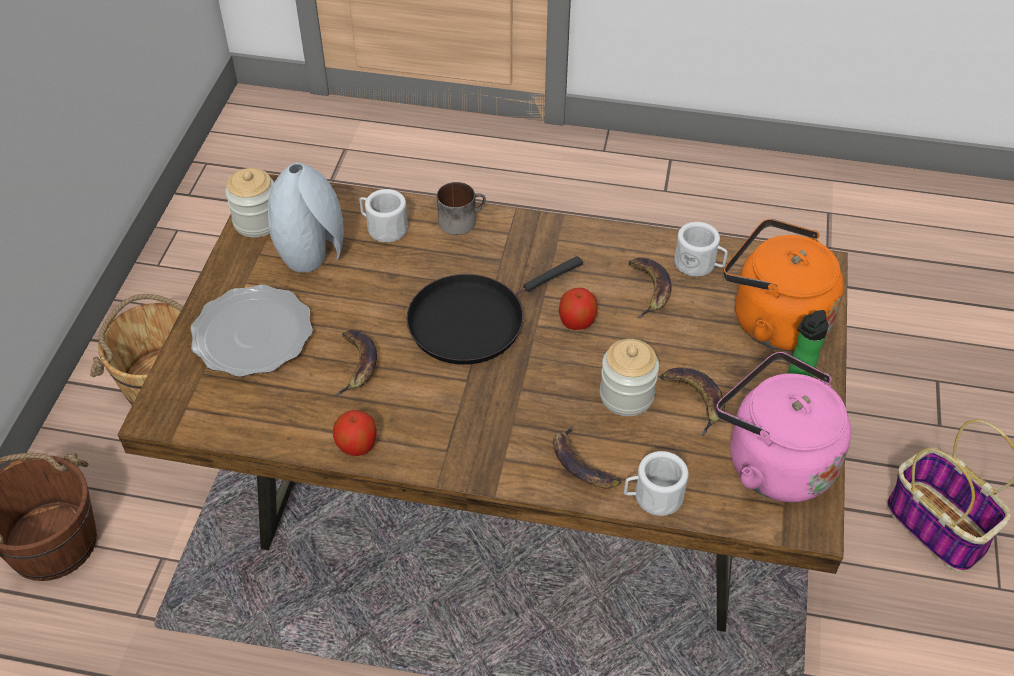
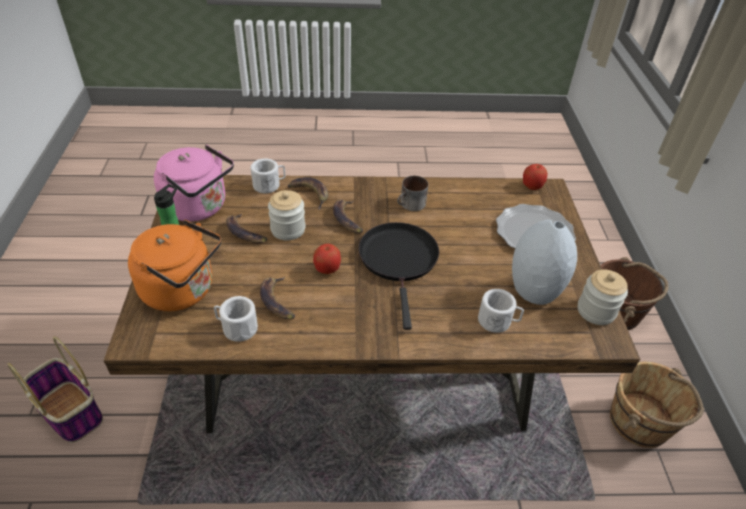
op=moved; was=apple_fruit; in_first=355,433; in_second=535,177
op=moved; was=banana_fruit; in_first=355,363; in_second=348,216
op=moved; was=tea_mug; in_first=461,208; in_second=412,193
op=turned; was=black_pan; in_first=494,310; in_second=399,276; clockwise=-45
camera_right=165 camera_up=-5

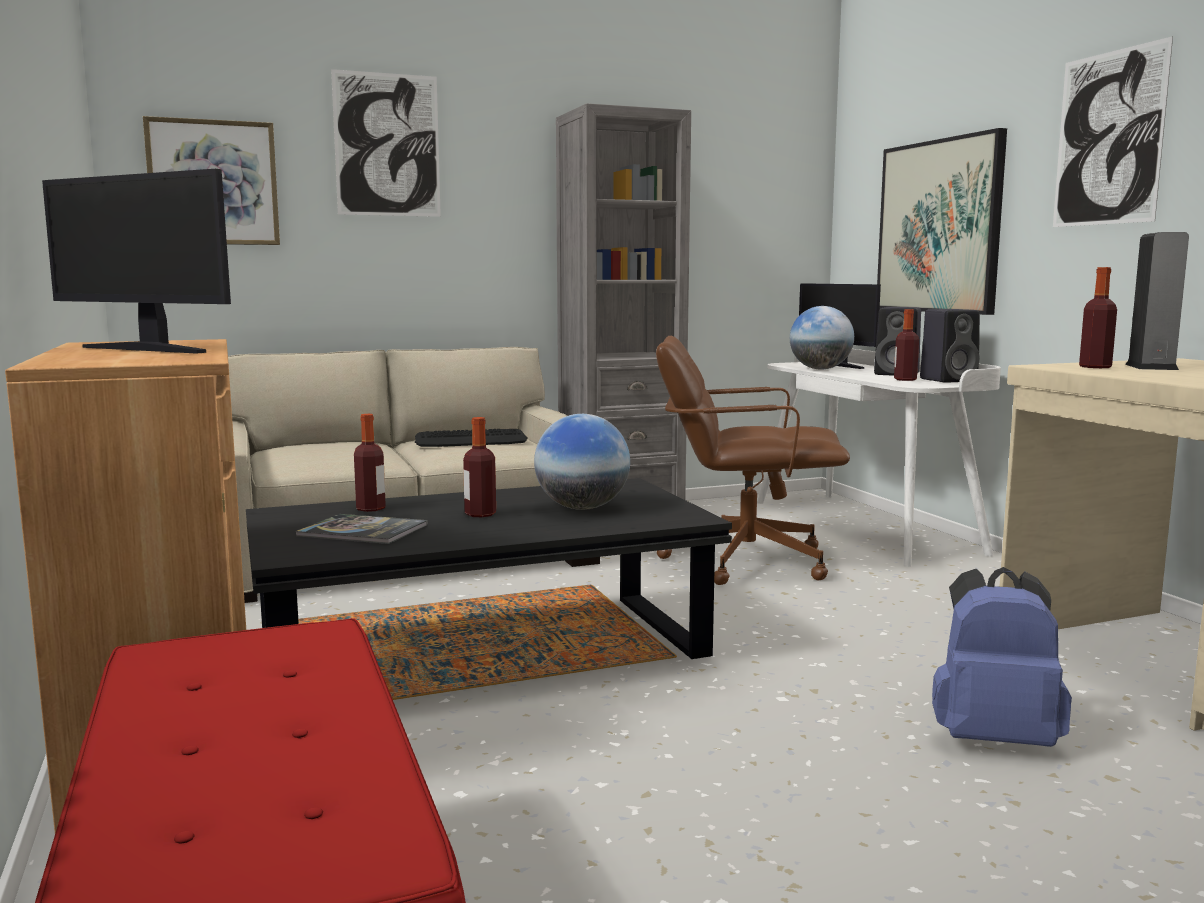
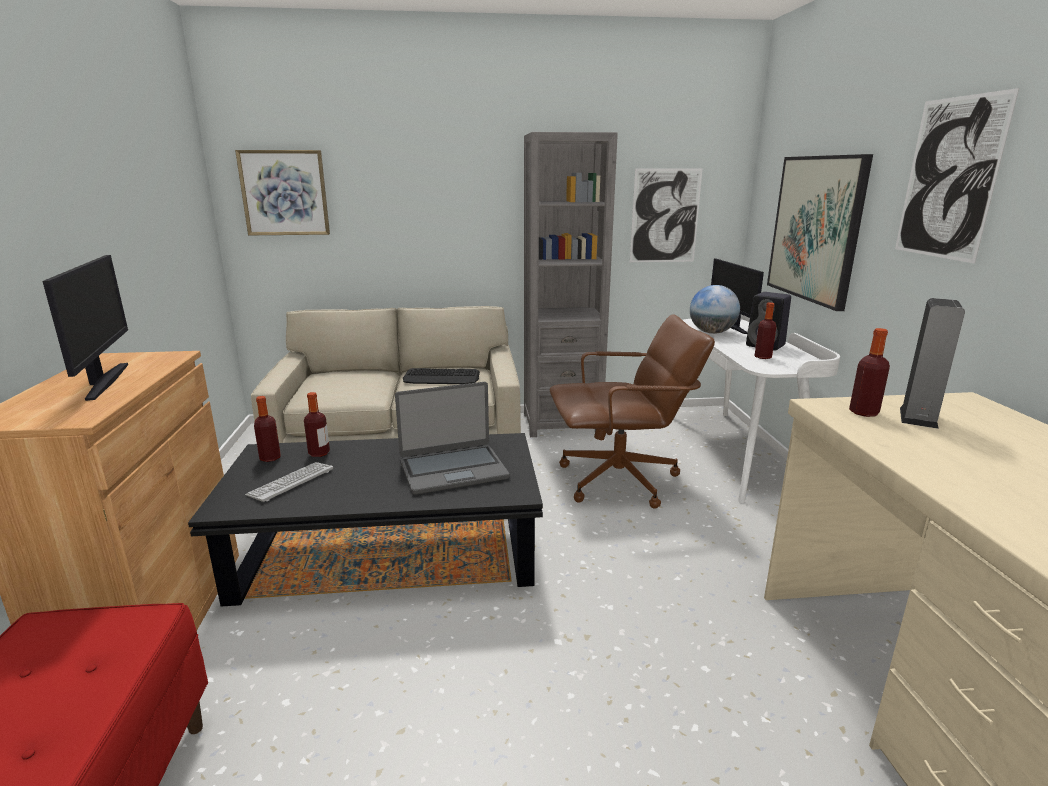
op=removed; was=black_loudspeaker; in_first=950,346
op=removed; was=bluish_backpack; in_first=1002,657
op=moved; was=wall_picture; in_first=386,143; in_second=666,215
op=moved; was=bottle; in_first=479,467; in_second=267,429
op=replaced; was=book; now=PC_keyboard; in_first=362,529; in_second=289,482
op=replaced; was=world_globe; now=portable_computer; in_first=582,462; in_second=452,438
op=turned; was=computer_display; in_first=136,261; in_second=85,328; clockwise=-150
op=turned; was=brownish_desk_chair; in_first=753,460; in_second=632,411; clockwise=150
camera_right=15 camera_up=10

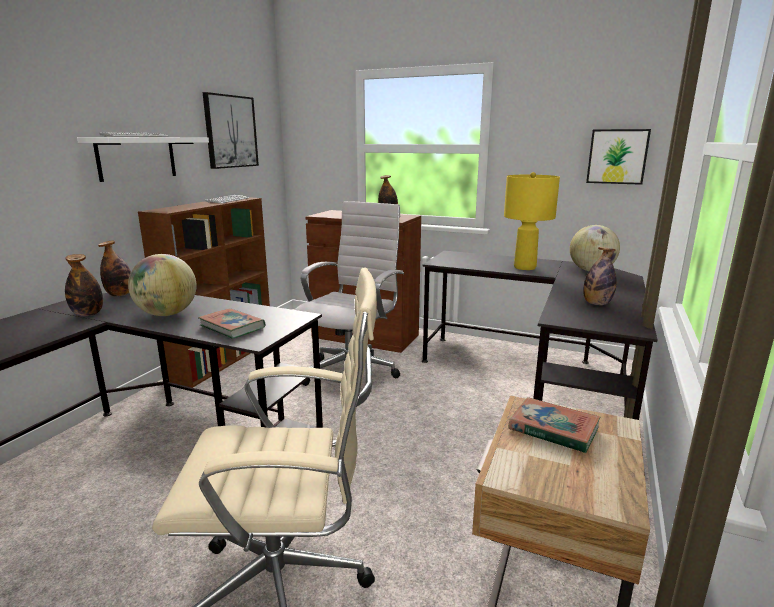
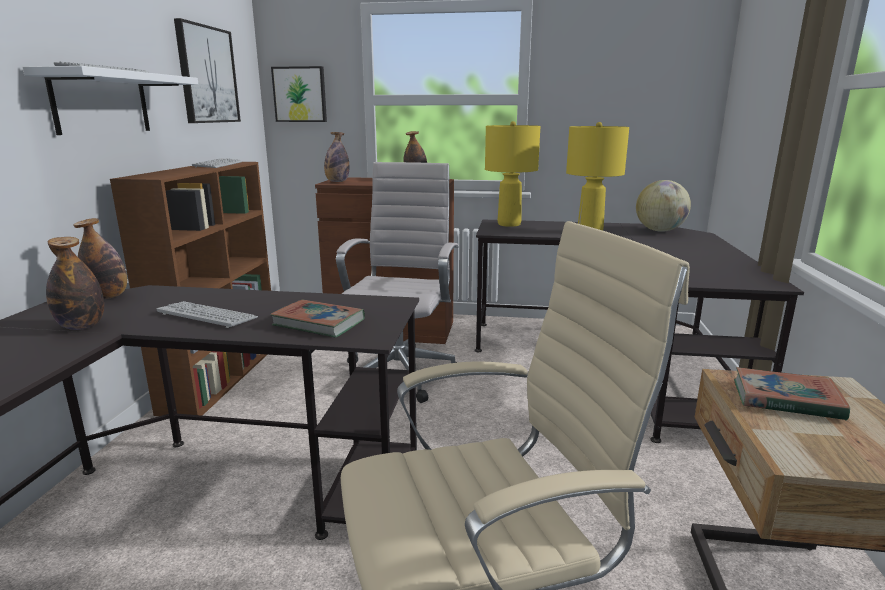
op=added; now=yellow_table_lamp; in_second=513,174
op=moved; was=bottle; in_first=600,276; in_second=336,157
op=moved; was=wall_picture; in_first=618,157; in_second=299,94
op=replaced; was=world_globe; now=PC_keyboard; in_first=162,285; in_second=207,314
camera_right=-15 camera_up=0

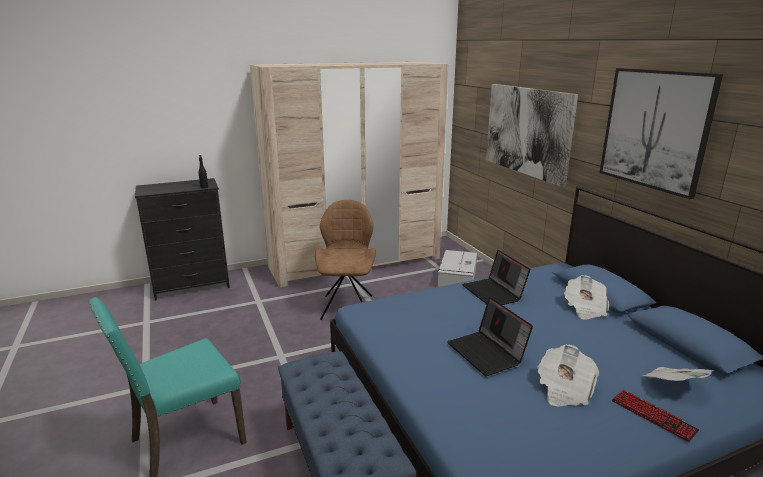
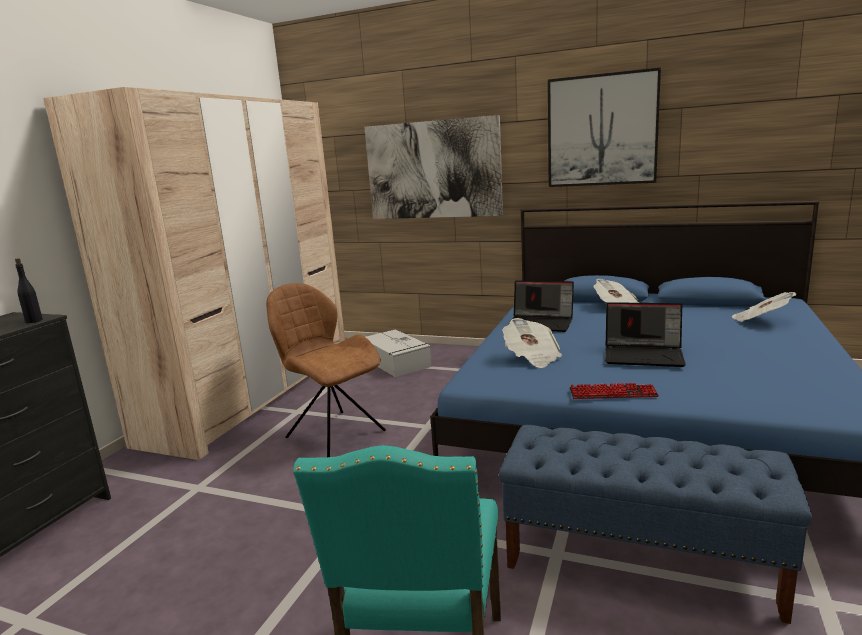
op=moved; was=newspaper; in_first=568,375; in_second=532,343
op=moved; was=PC_keyboard; in_first=655,415; in_second=614,391
camera_right=-45 camera_up=-5

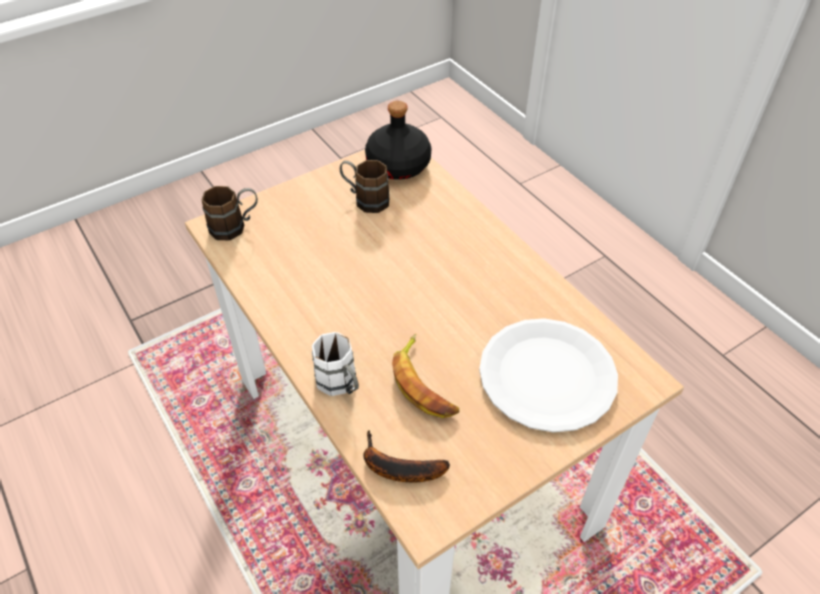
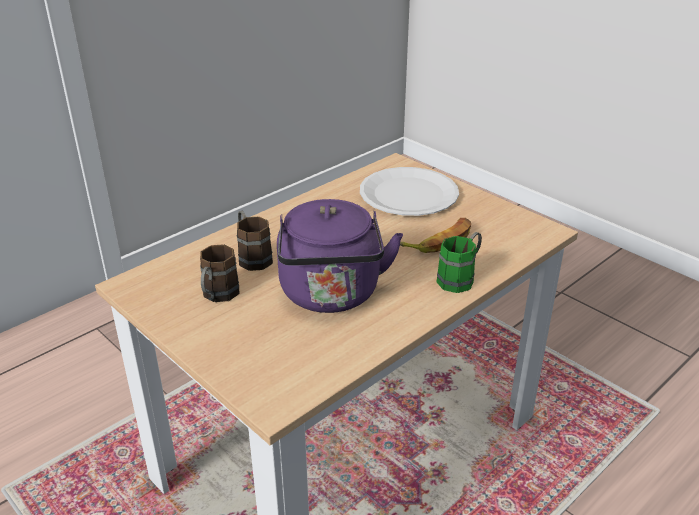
op=removed; was=banana_fruit; in_first=407,456
op=removed; was=black_bottle; in_first=398,140
op=added; now=purple-coloured_water_kettle; in_second=340,256
op=moved; was=brownish_tea_mug; in_first=230,213; in_second=255,241
op=recoloured; was=whitish_tea_mug; now=greenish_tea_mug; in_first=335,364; in_second=459,262
camera_right=-100 camera_up=-15

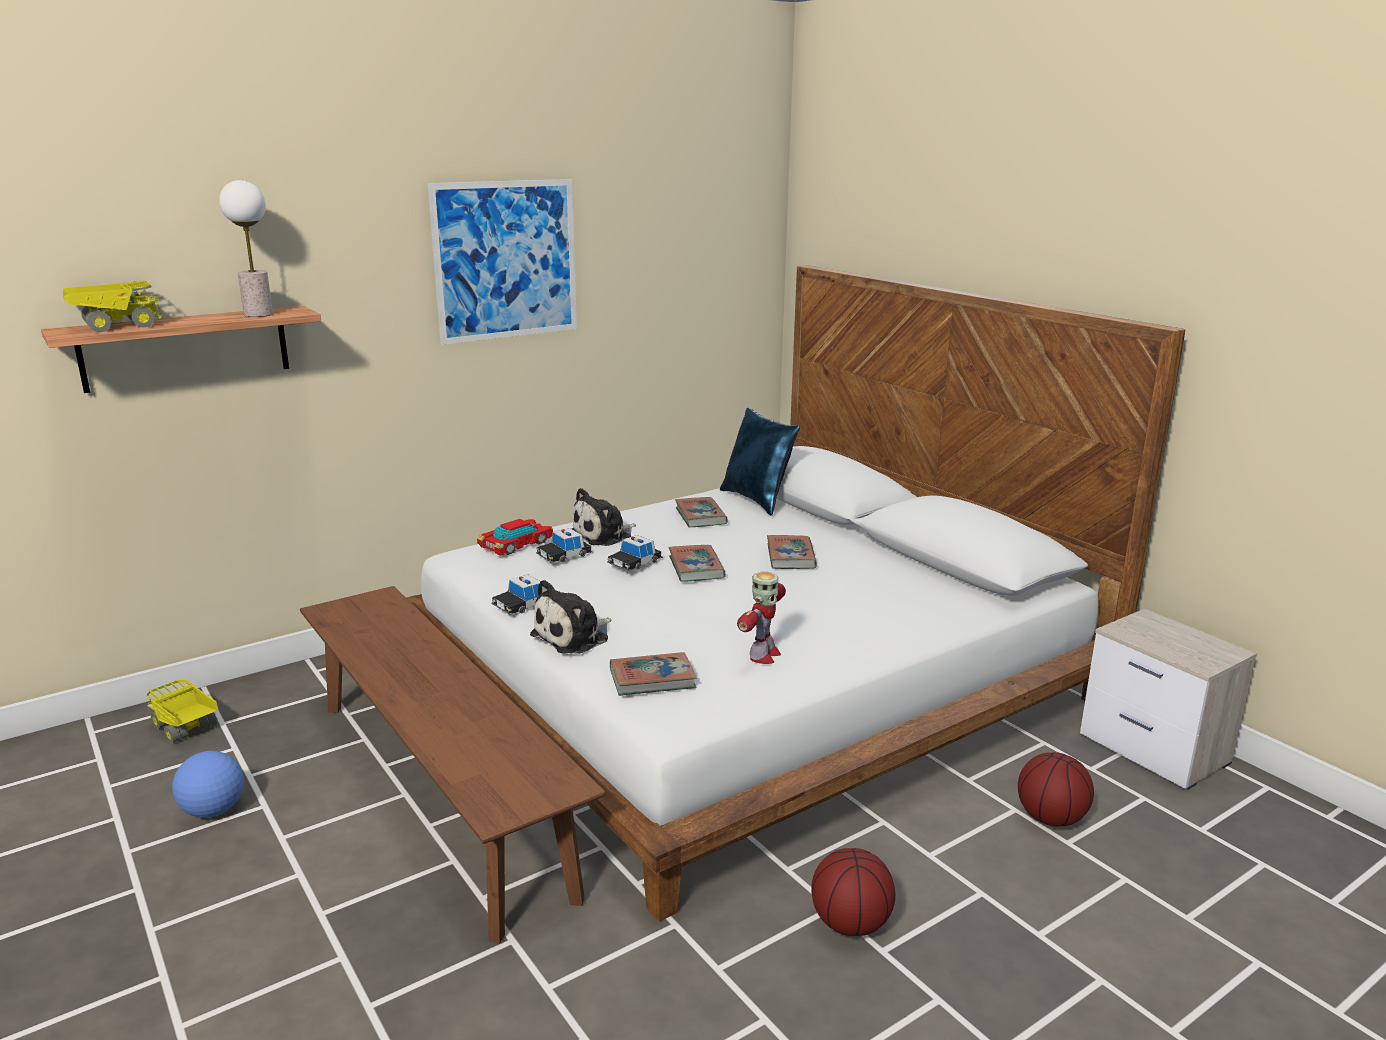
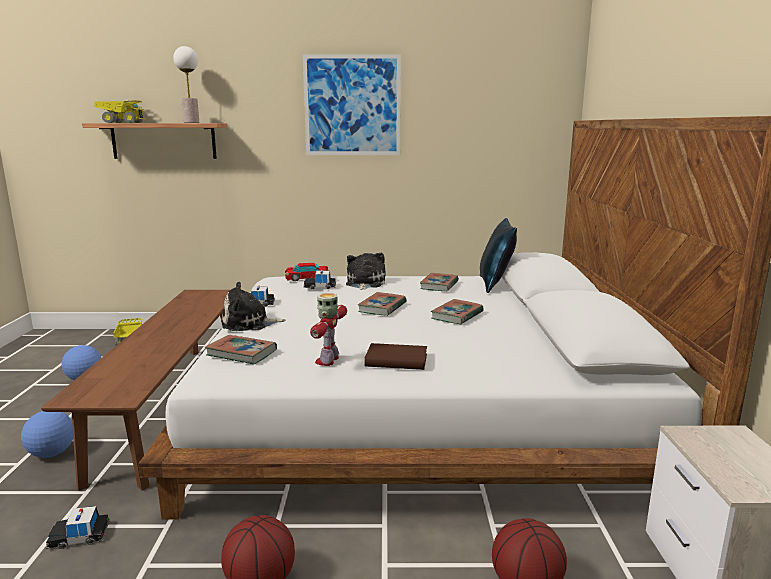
op=added; now=football_ball; in_second=47,434
op=added; now=brownish_book; in_second=395,356
op=moved; was=miniature_car; in_first=635,553; in_second=78,527
op=turned; was=plush_toy; in_first=604,517; in_second=366,271; clockwise=105
op=turned; was=model_robot; in_first=761,618; in_second=328,329; clockwise=135
camera_right=35 camera_up=-5

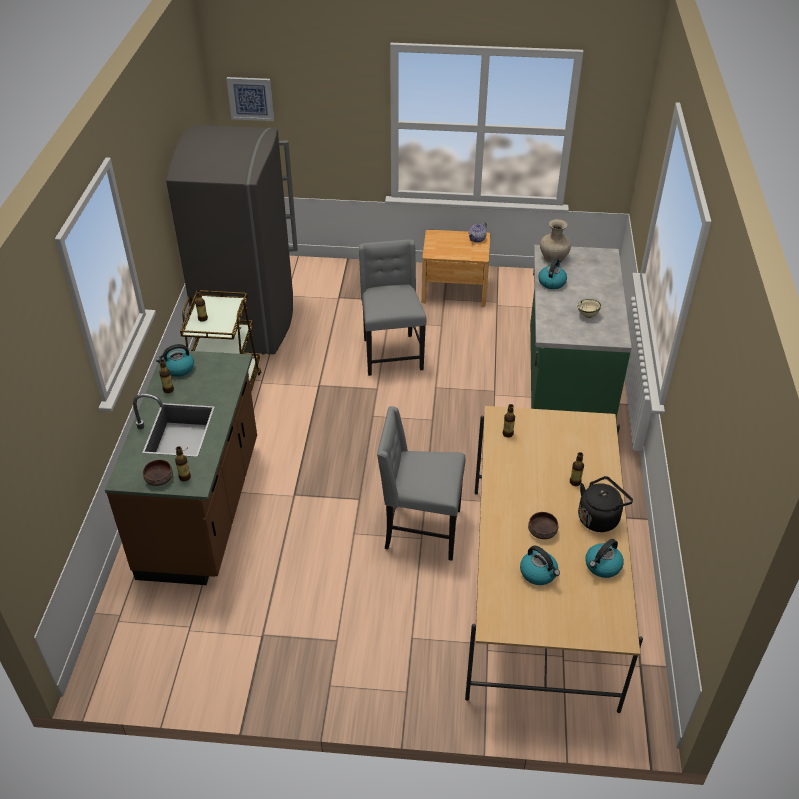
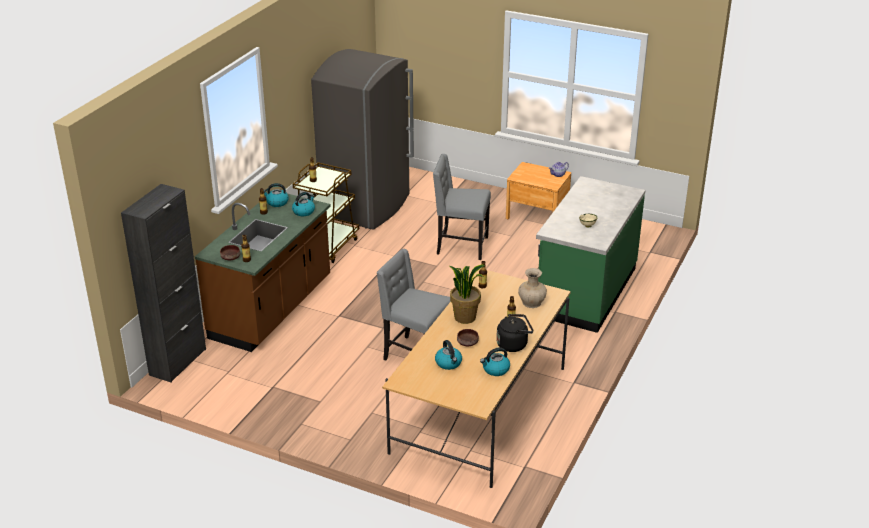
op=removed; was=wall_picture; in_first=250,99
op=added; now=black_cabinet; in_second=163,283
op=added; now=potted_plant; in_second=467,294
op=moved; was=water_kettle; in_first=552,273; in_second=303,204
op=moved; was=sand-coloured_decorative_vase; in_first=555,241; in_second=532,288
op=turned; was=gray_chair; in_first=392,308; in_second=462,207; clockwise=-90
camera_right=20 camera_up=-10

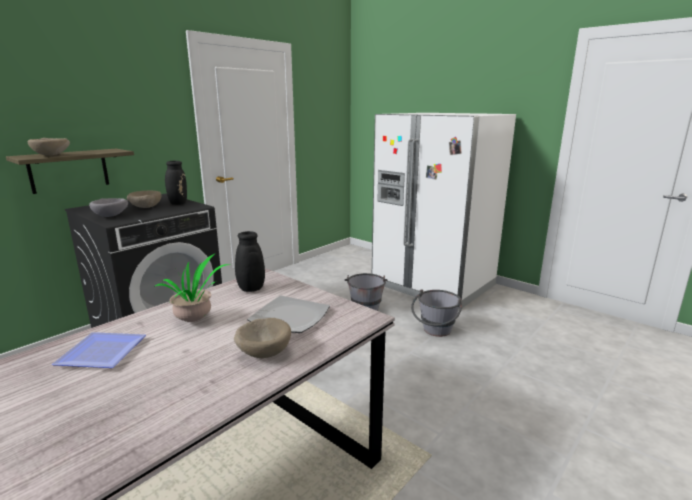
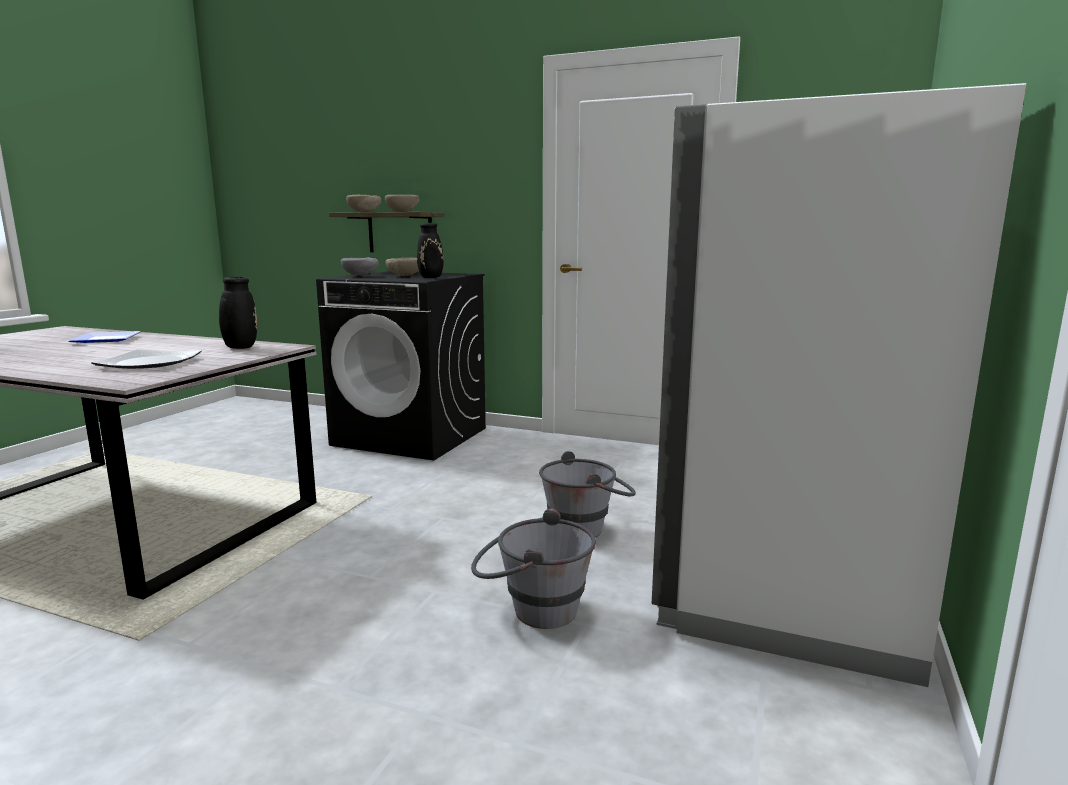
op=removed; was=potted_plant; in_first=192,288
op=moved; was=sand-coloured_deep_dish; in_first=262,338; in_second=402,203
camera_right=70 camera_up=-5

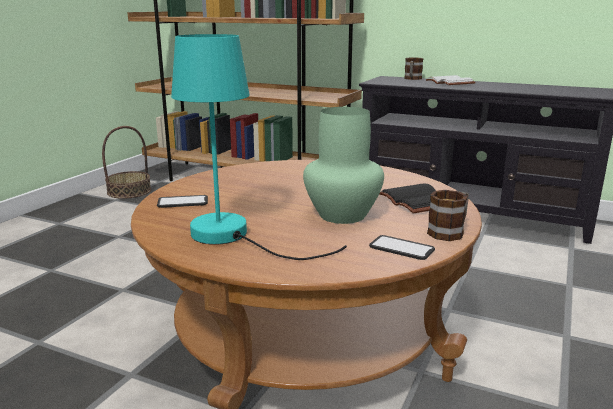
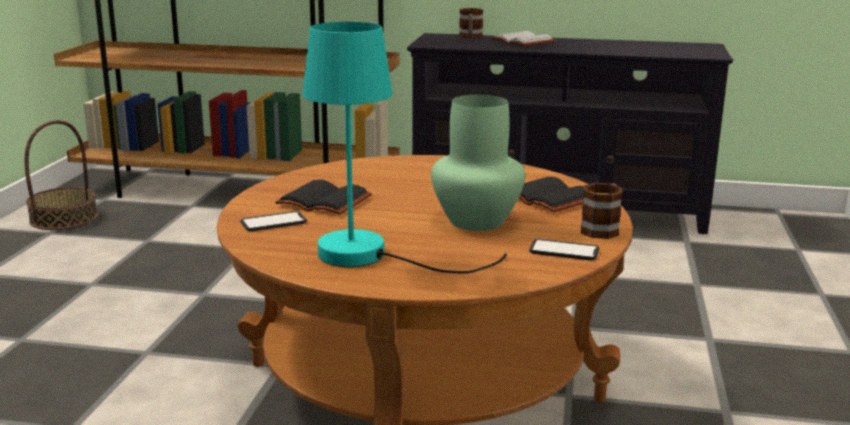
op=added; now=black_book; in_second=323,197
camera_right=-15 camera_up=0

